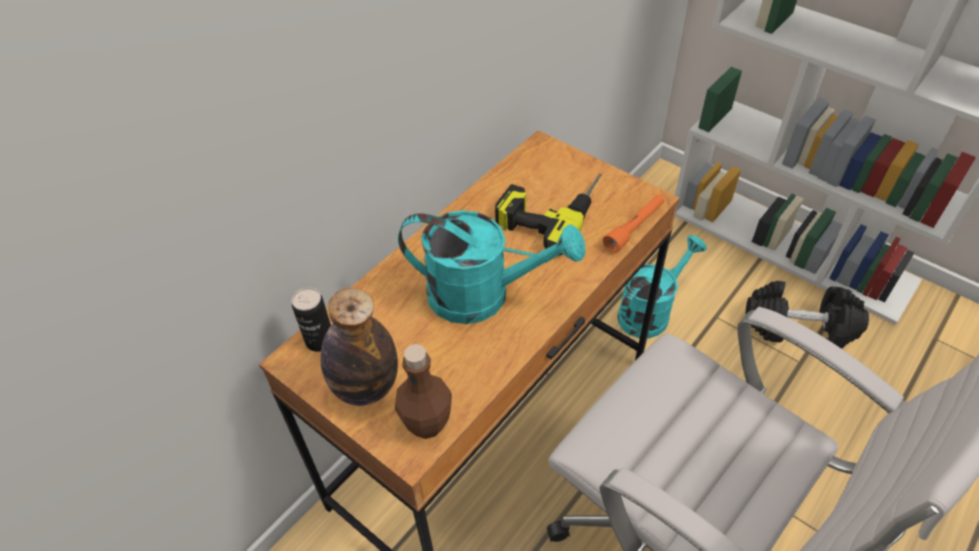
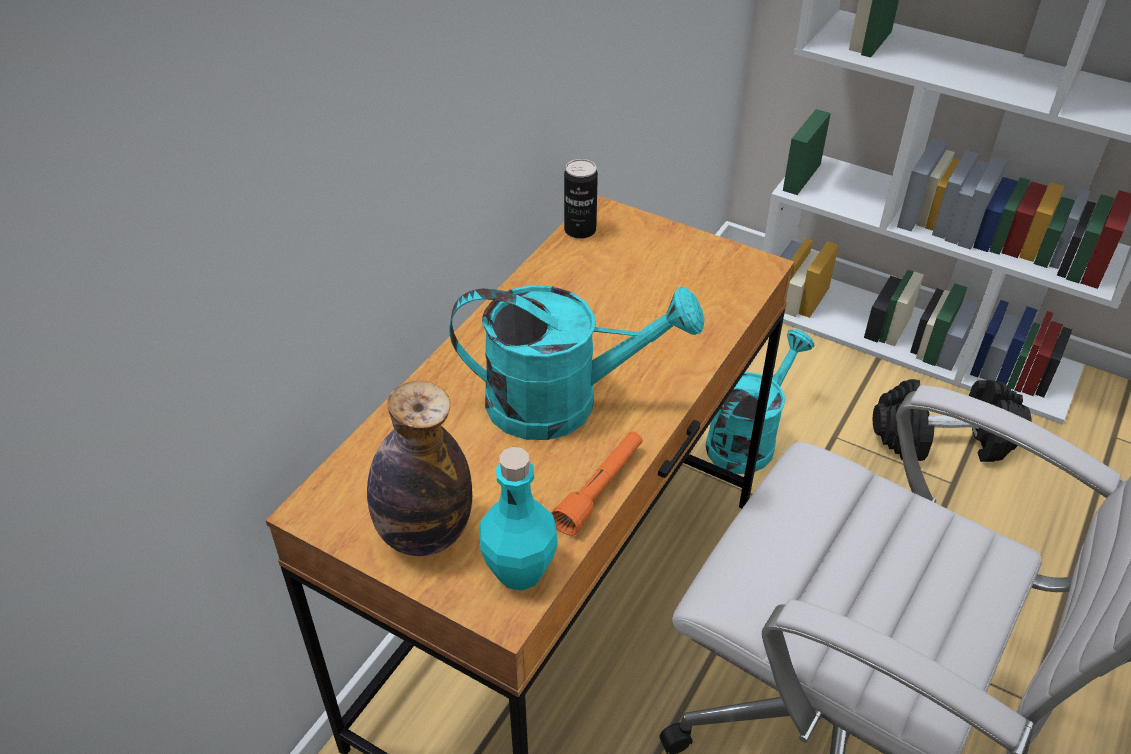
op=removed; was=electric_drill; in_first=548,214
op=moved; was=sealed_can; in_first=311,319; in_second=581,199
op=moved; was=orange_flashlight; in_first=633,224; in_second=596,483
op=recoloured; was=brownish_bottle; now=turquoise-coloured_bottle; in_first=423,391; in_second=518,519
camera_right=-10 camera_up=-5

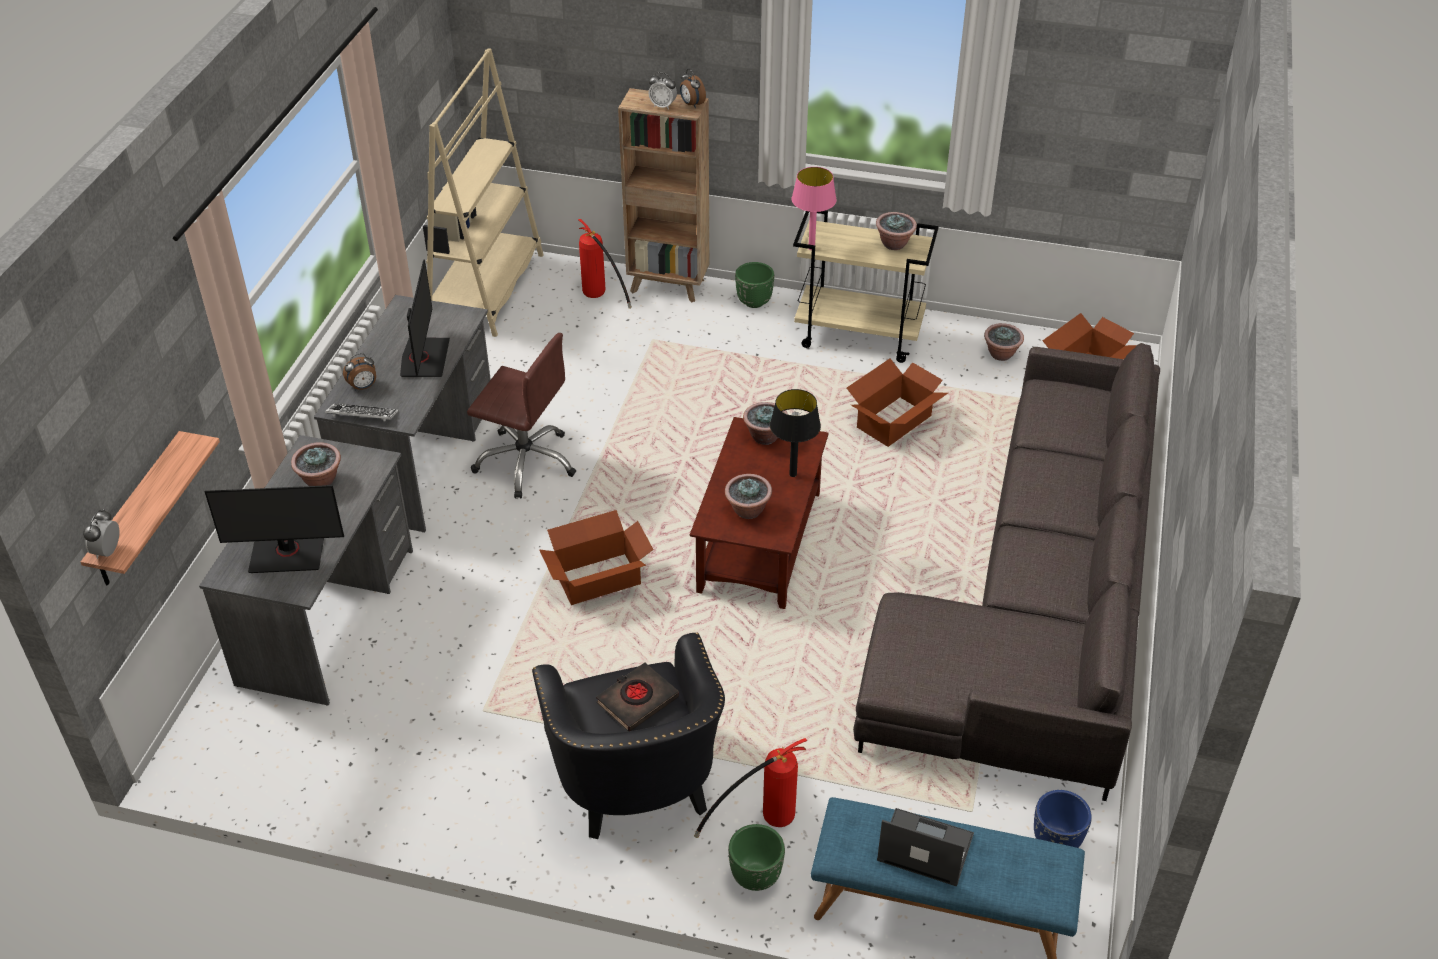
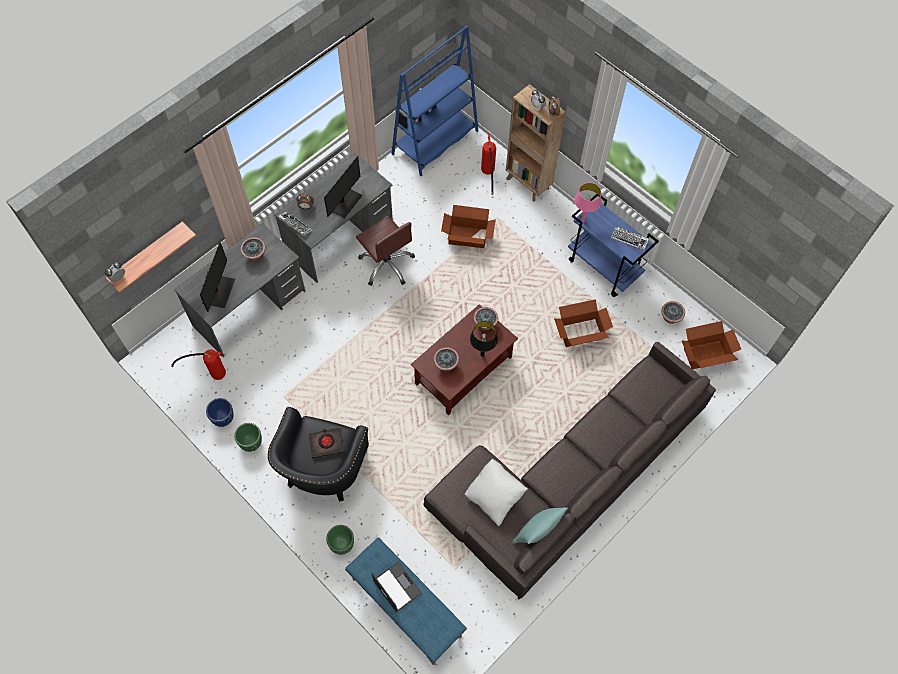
op=added; now=whitish_throw_pillow; in_second=496,492
op=added; now=turquoise-coloured_throw_pillow; in_second=540,526
op=moved; was=packing_box; in_first=596,557; in_second=468,226
op=moved; was=fire_extinguisher; in_first=750,788; in_second=198,364
op=moved; was=greenish_planter; in_first=754,285; in_second=248,437
op=moved; was=bluish_planter; in_first=1063,819; in_second=220,412
op=replaced; was=potted_plant; now=PC_keyboard; in_first=896,231; in_second=630,238
op=recoloured; was=sand-coloured_shelving_unit; now=bluish_shelving_unit; in_first=483,192; in_second=434,101
op=recoloured; was=sand-coloured_trolley; now=bluish_trolley; in_first=866,286; in_second=613,245
op=turned; was=computer_display; in_first=274,529; in_second=217,277; clockwise=-105
camera_right=30 camera_up=20

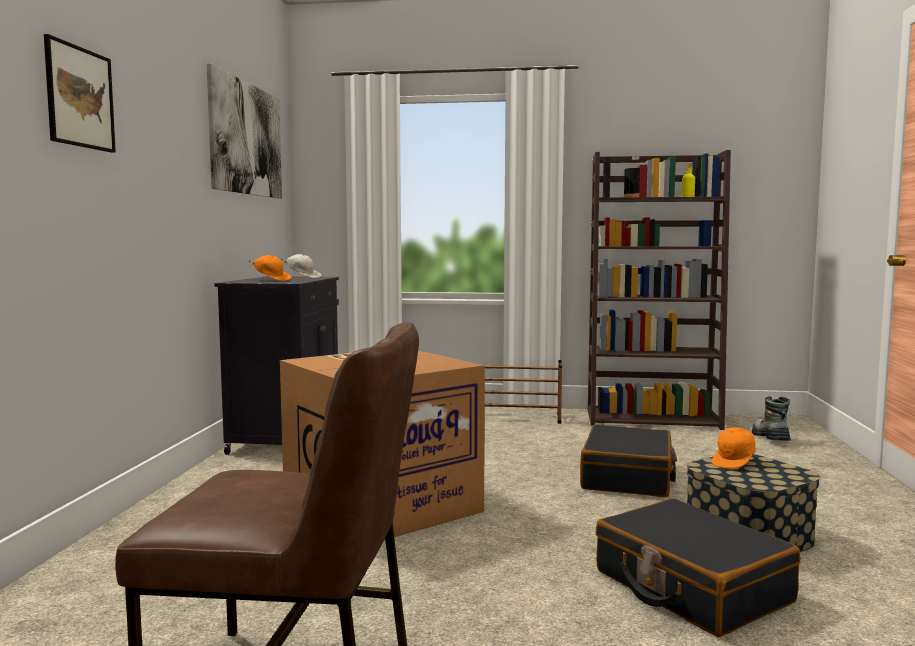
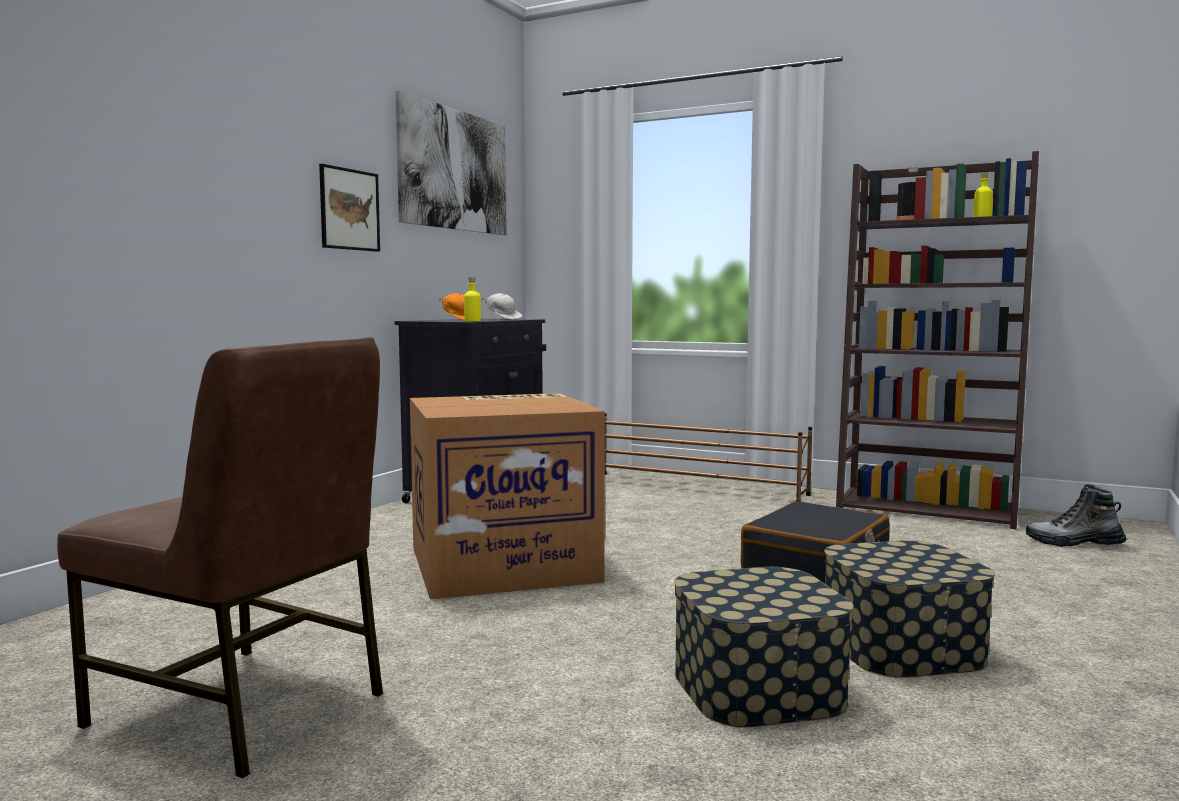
op=removed; was=orange_peaked_cap; in_first=734,448
op=added; now=yellow_bottle; in_second=472,299
op=moved; was=wall_picture; in_first=80,93; in_second=349,208
op=replaced; was=black_travel_case; now=storage_bin; in_first=698,567; in_second=764,647
op=turned; was=boot; in_first=771,418; in_second=1076,515; clockwise=-90
camera_right=20 camera_up=0

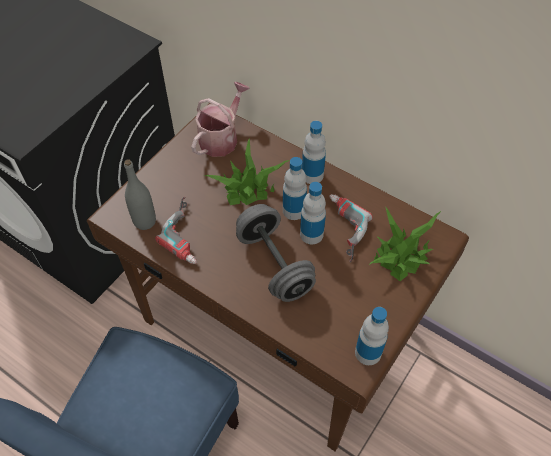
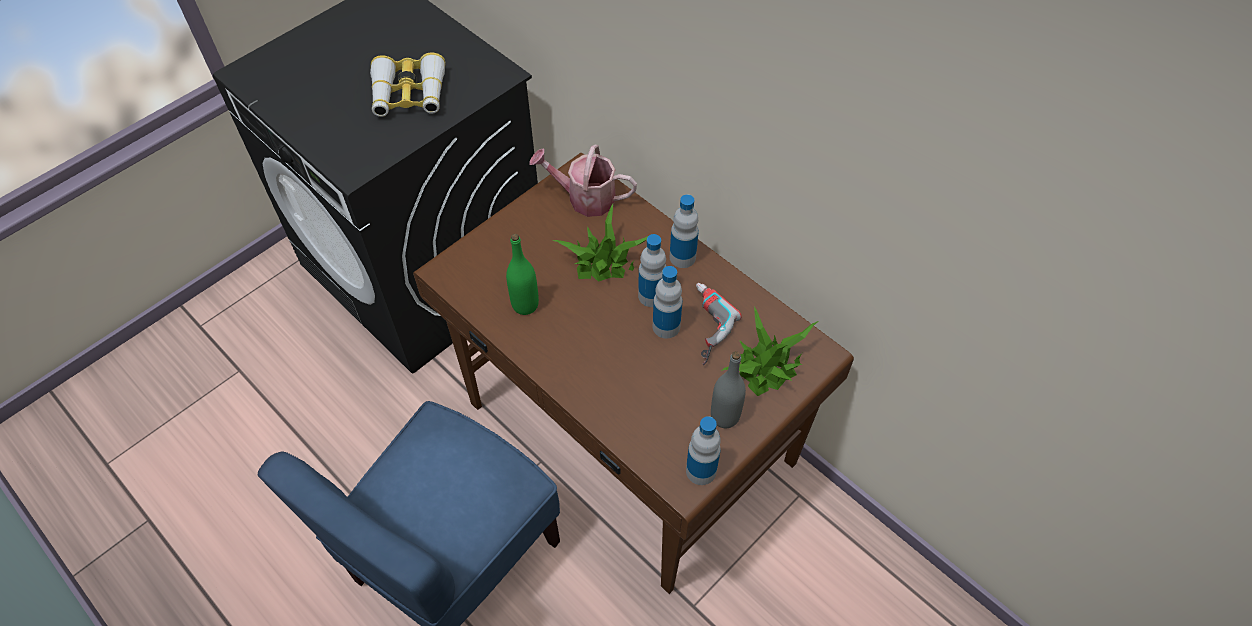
op=removed; was=gray_free_weight; in_first=276,253
op=added; now=binoculars; in_second=407,84
op=moved; was=gray_bottle; in_first=140,194; in_second=728,389
op=replaced; was=electric_drill; now=greenish_bottle; in_first=176,230; in_second=522,274
op=turned; was=watering_can; in_first=220,119; in_second=583,181; clockwise=-120
camera_right=10 camera_up=0

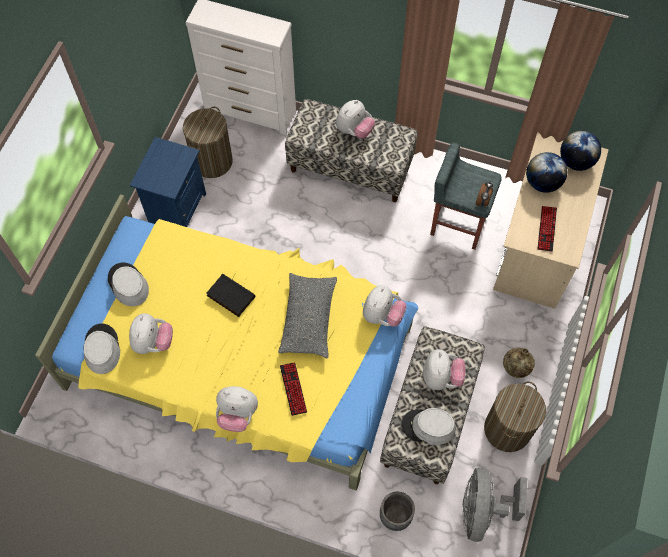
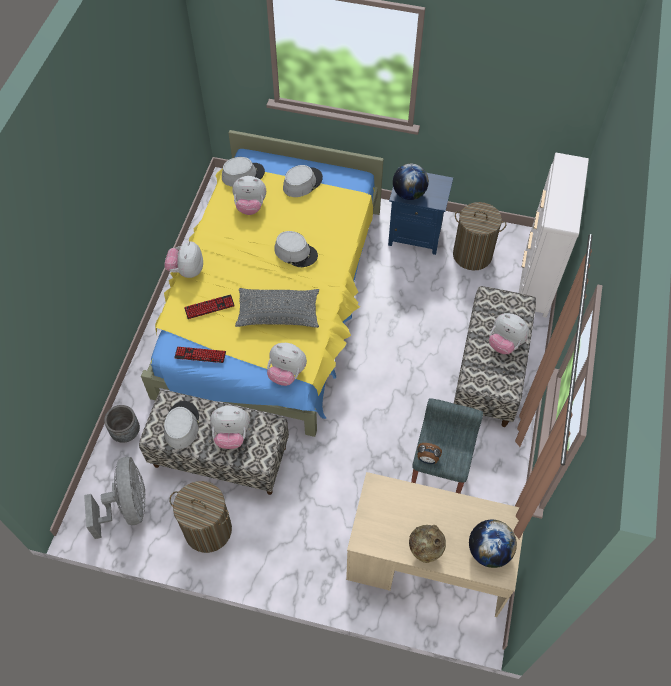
op=moved; was=sand-coloured_decorative_vase; in_first=519,363; in_second=427,544
op=moved; was=world_globe; in_first=546,172; in_second=411,182
op=moved; was=PC_keyboard; in_first=547,228; in_second=200,355
op=replaced; was=black_book; now=gray_wearable_hat; in_first=230,295; in_second=296,249
op=turned; was=gray_fan; in_first=495,505; in_second=115,498; clockwise=75
camera_right=85 camera_up=-5

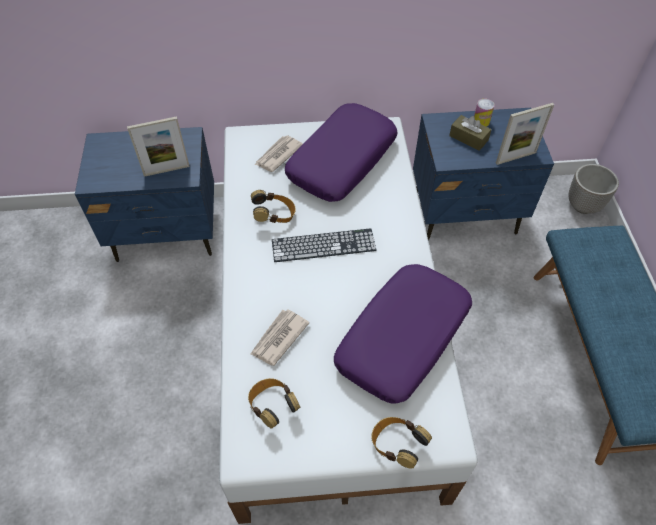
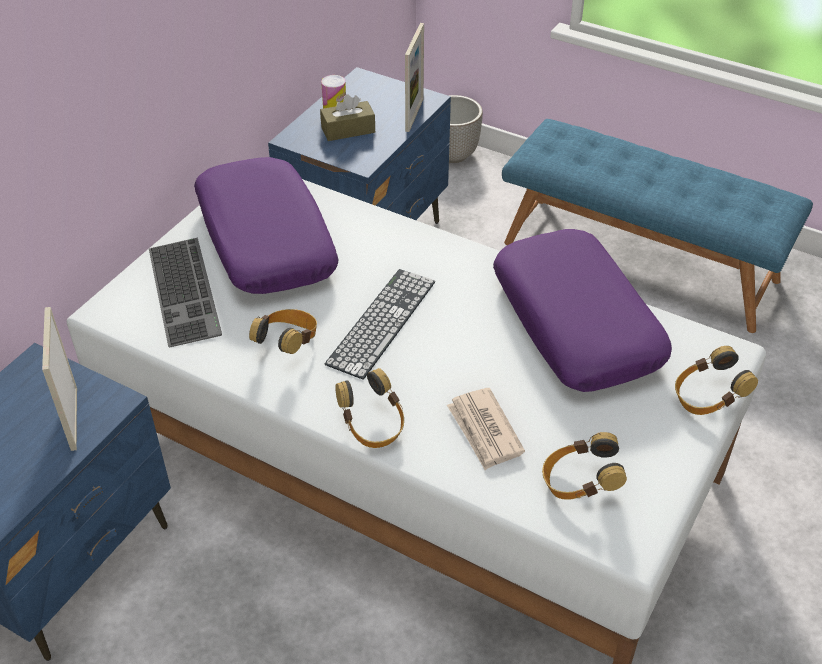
op=added; now=headphones; in_second=369,408
op=replaced; was=newspaper; now=PC_keyboard; in_first=279,153; in_second=185,292
op=turned; was=picture_frame; in_first=158,146; in_second=59,379; clockwise=150
camera_right=-55 camera_up=-10

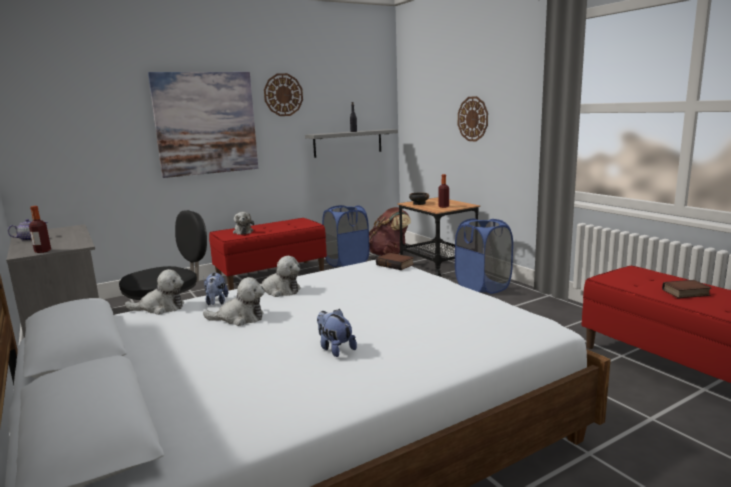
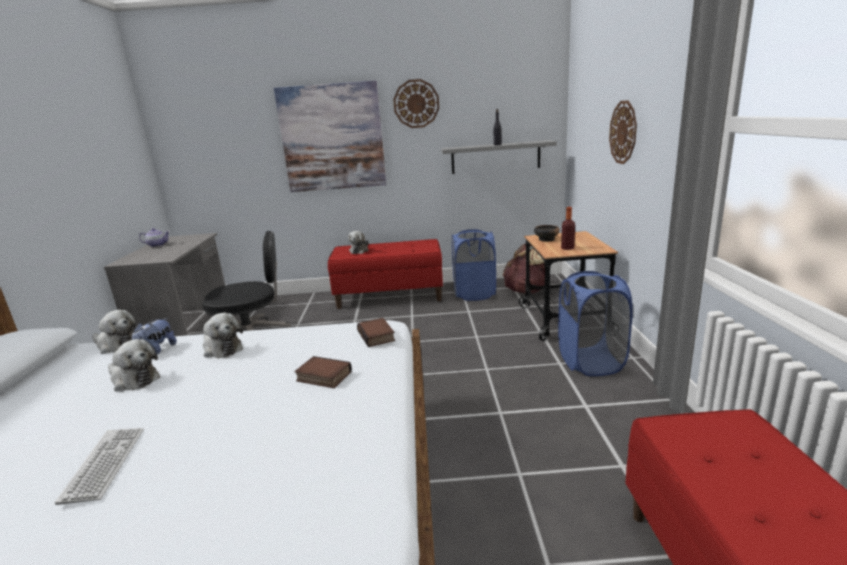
op=removed; was=bottle; in_first=40,229
op=moved; was=book; in_first=686,289; in_second=323,372
op=replaced; was=plush_toy; now=PC_keyboard; in_first=337,333; in_second=99,466
camera_right=30 camera_up=5

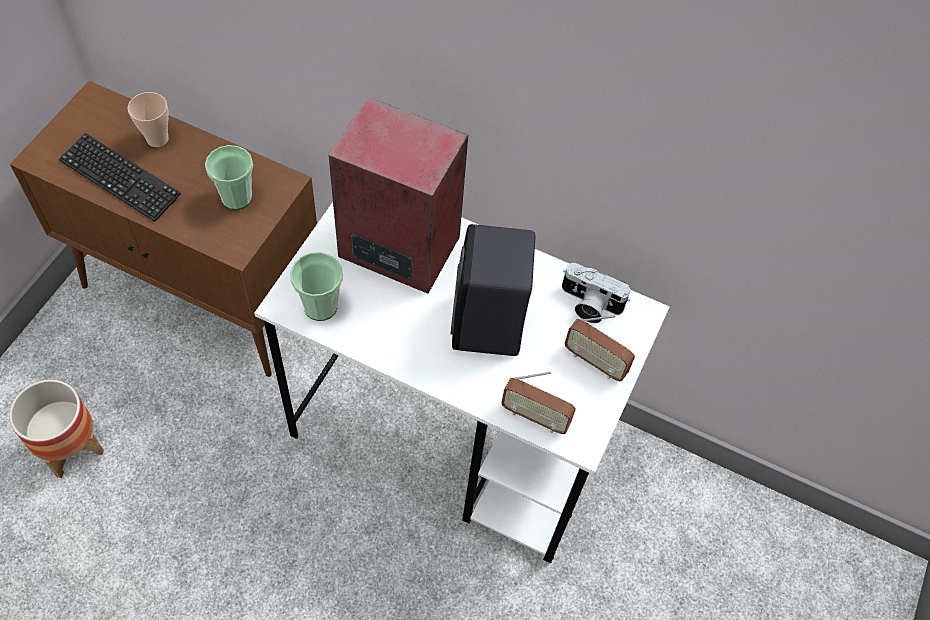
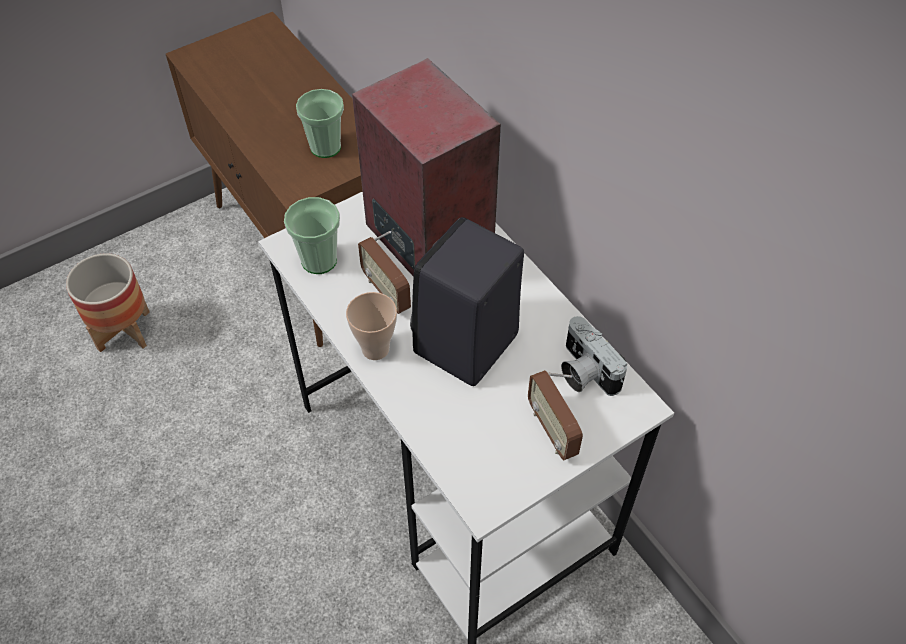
op=removed; was=PC_keyboard; in_first=120,177
op=moved; was=cup; in_first=148,119; in_second=371,326
op=moved; was=radio_set; in_first=538,403; in_second=384,272
camera_right=35 camera_up=-5

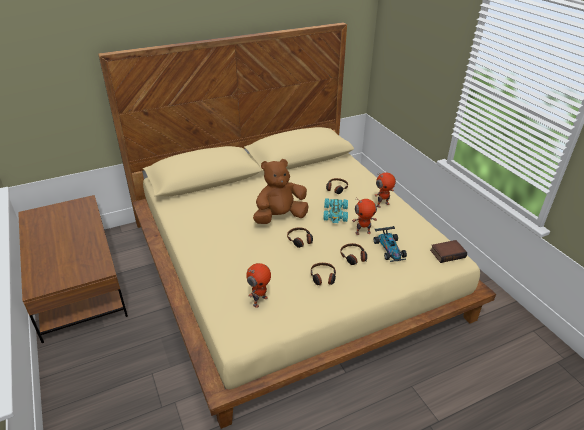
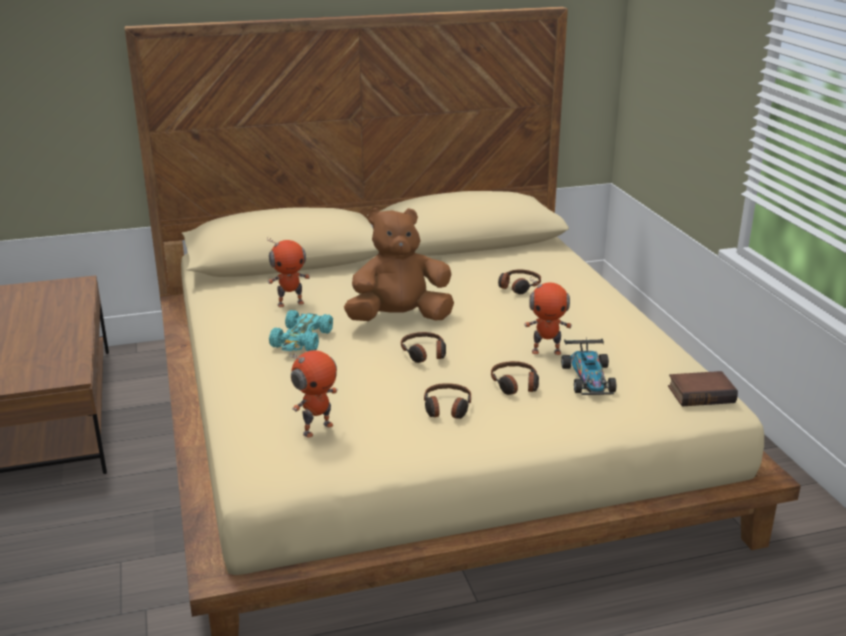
op=moved; was=turquoise-coloured_miniature_car; in_first=335,210; in_second=301,330
op=moved; was=model_robot; in_first=385,190; in_second=288,272
camera_right=10 camera_up=-10

